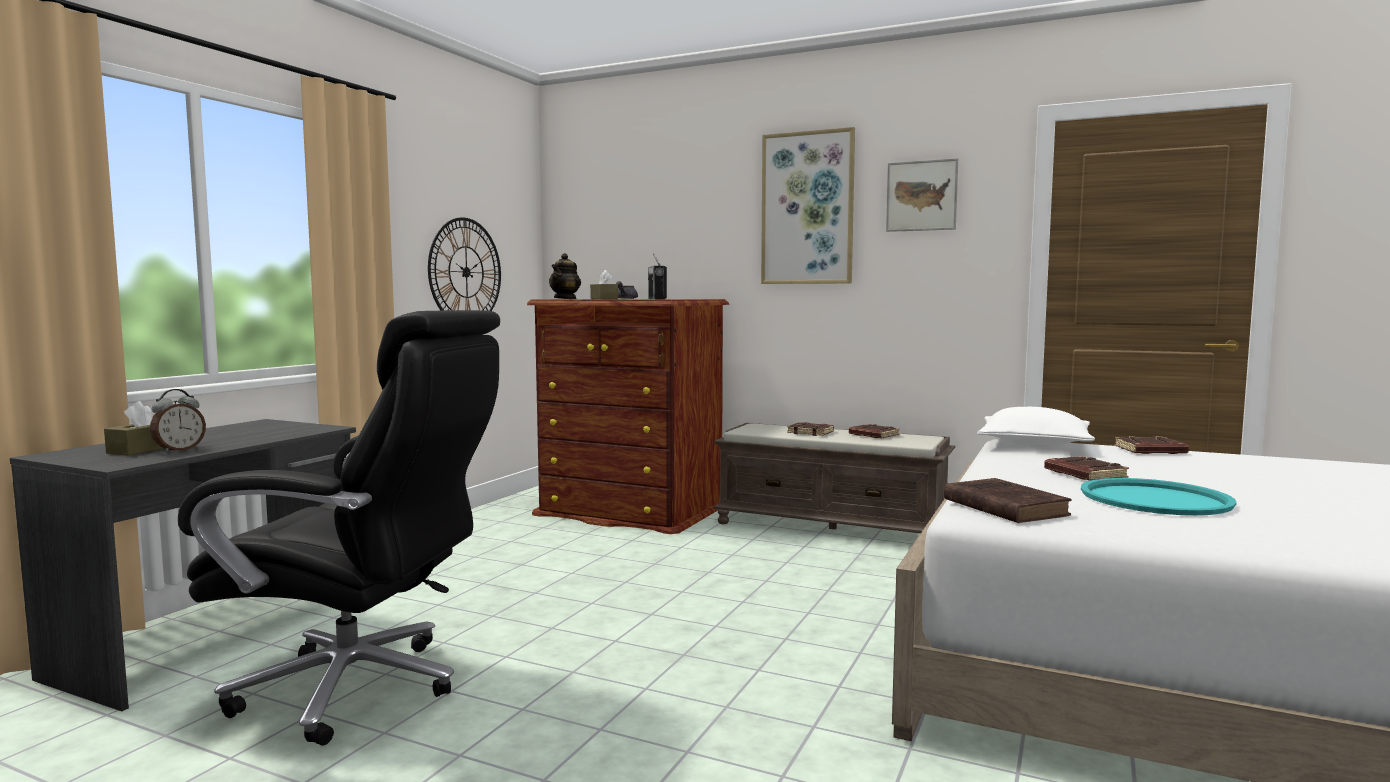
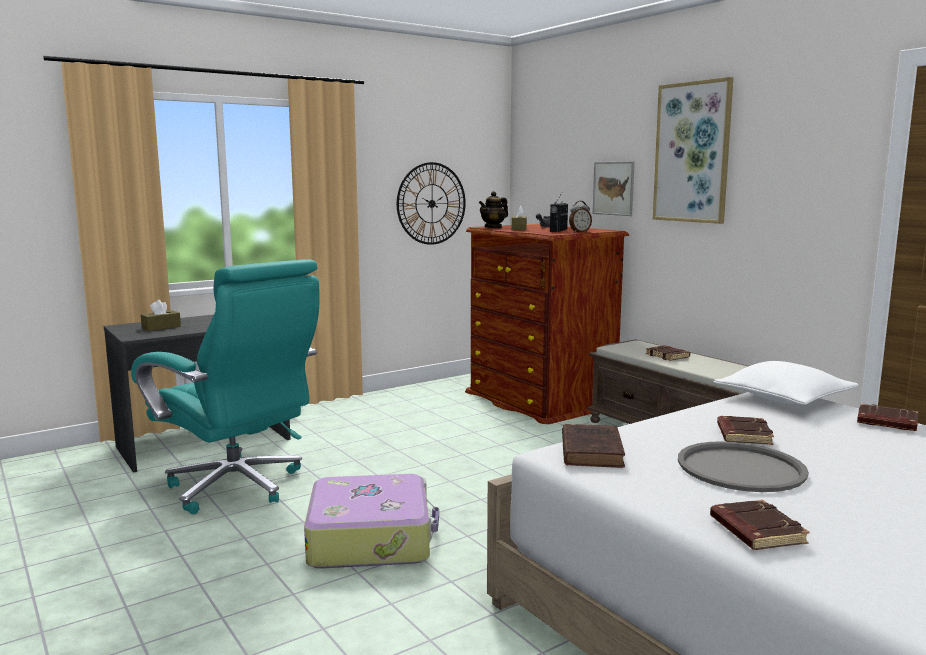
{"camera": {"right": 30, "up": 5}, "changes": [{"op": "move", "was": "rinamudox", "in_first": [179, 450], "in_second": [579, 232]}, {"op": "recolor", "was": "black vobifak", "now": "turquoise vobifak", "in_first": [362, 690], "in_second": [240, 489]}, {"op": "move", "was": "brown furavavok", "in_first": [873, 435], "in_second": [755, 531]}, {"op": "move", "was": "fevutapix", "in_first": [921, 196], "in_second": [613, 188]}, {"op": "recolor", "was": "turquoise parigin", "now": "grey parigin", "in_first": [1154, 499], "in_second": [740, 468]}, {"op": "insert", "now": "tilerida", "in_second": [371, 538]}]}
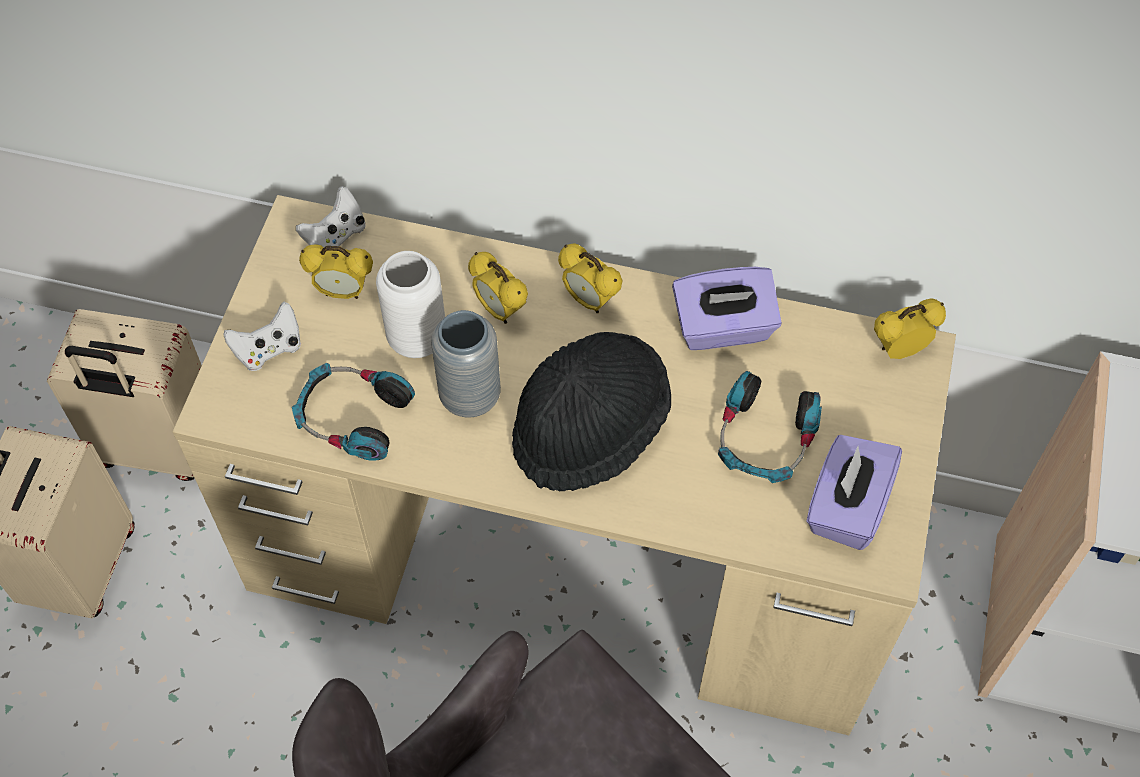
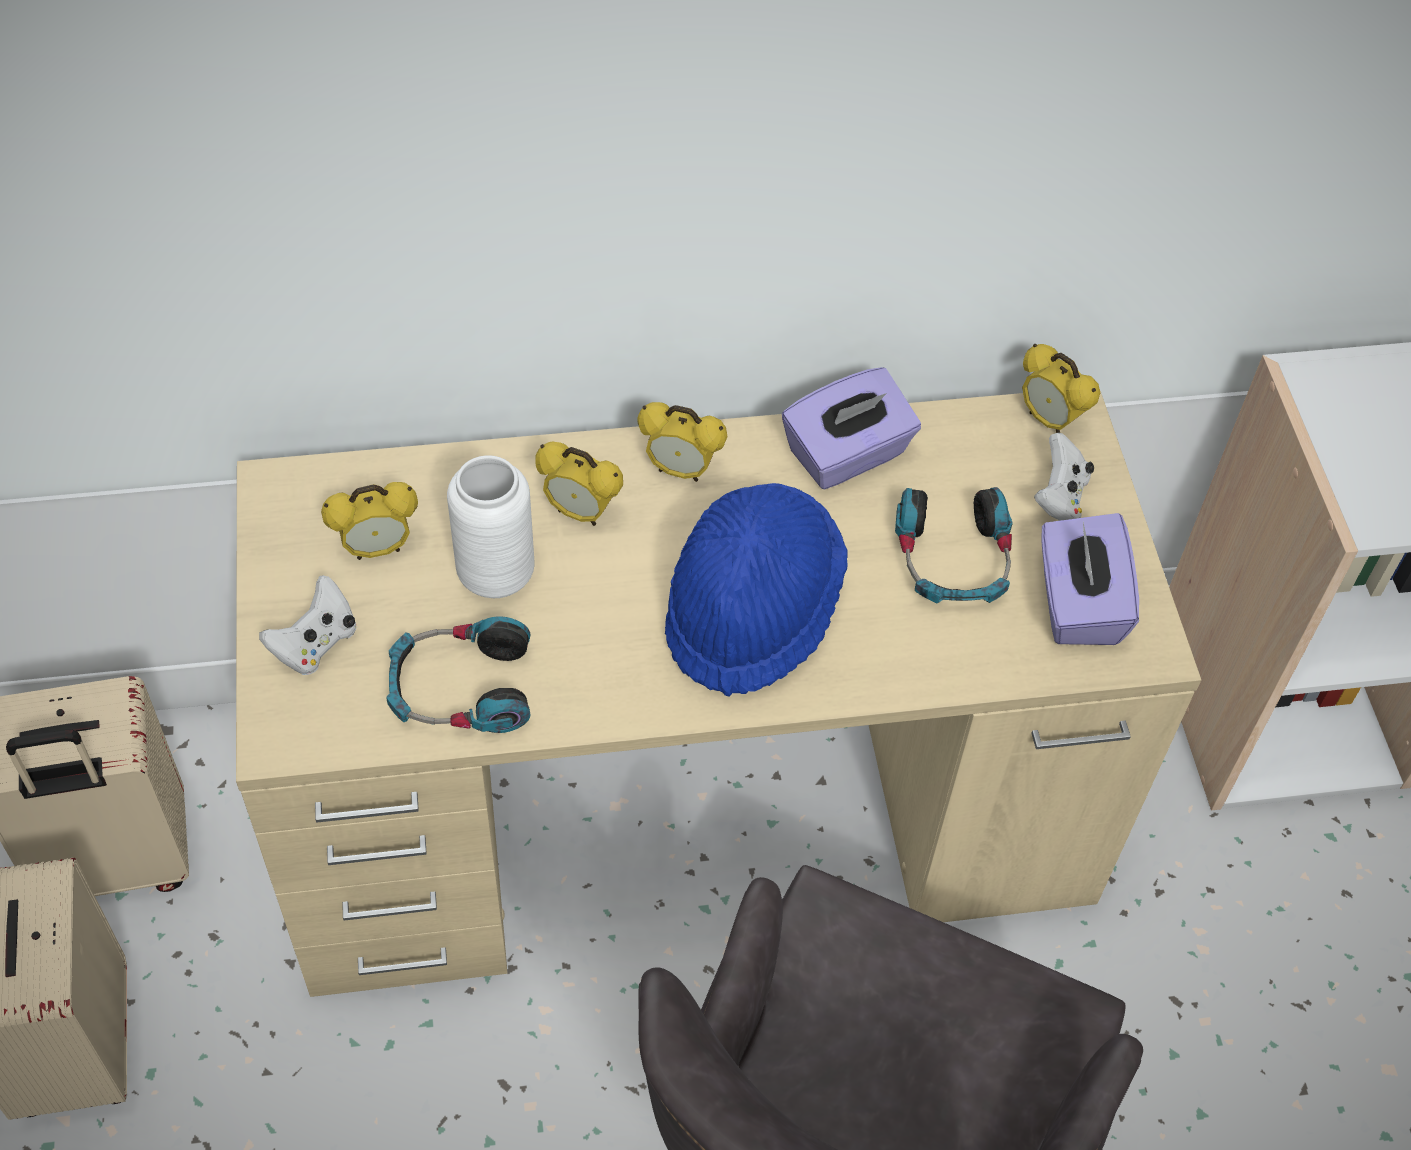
{"camera": {"right": -25, "up": -5}, "changes": [{"op": "move", "was": "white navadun", "in_first": [336, 236], "in_second": [1059, 498]}, {"op": "delete", "was": "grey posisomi", "in_first": [470, 397]}, {"op": "recolor", "was": "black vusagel", "now": "blue vusagel", "in_first": [589, 428], "in_second": [751, 611]}, {"op": "rotate", "was": "rinamudox", "in_first": [899, 350], "in_second": [1049, 420], "clockwise": -90}]}
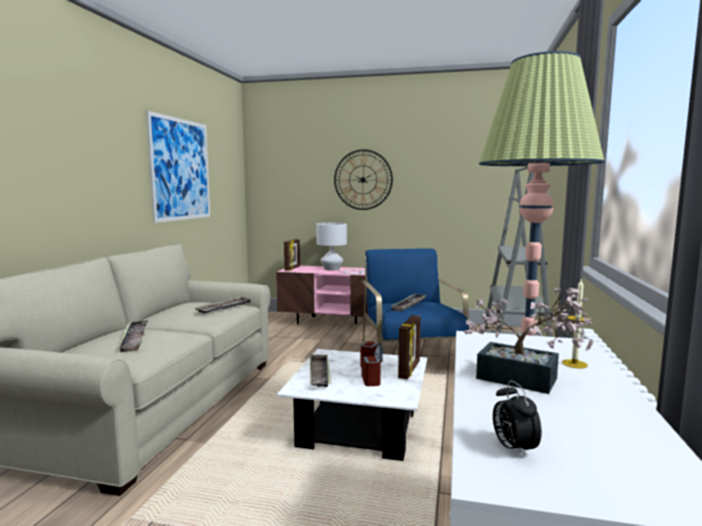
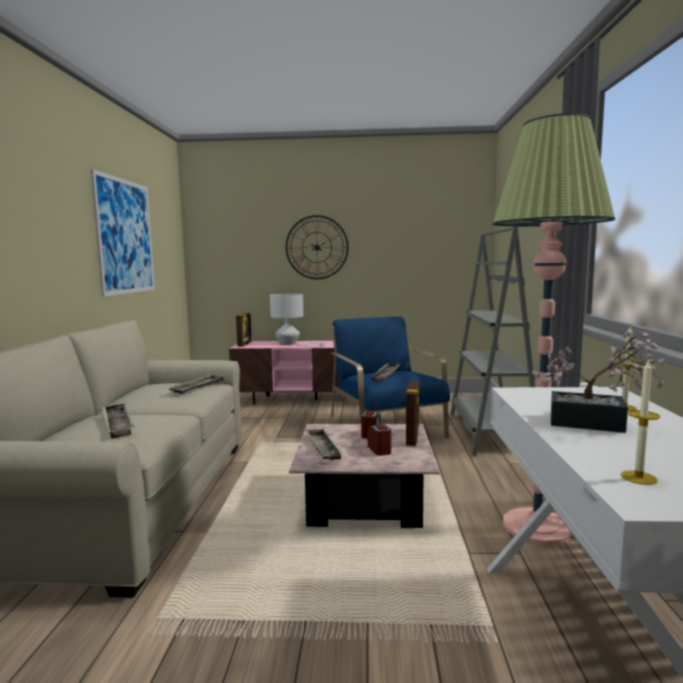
{"camera": {"right": -10, "up": 0}, "changes": [{"op": "recolor", "was": "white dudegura", "now": "pink dudegura", "in_first": [359, 427], "in_second": [364, 500]}, {"op": "replace", "was": "rinamudox", "now": "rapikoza", "in_first": [513, 448], "in_second": [638, 477]}]}
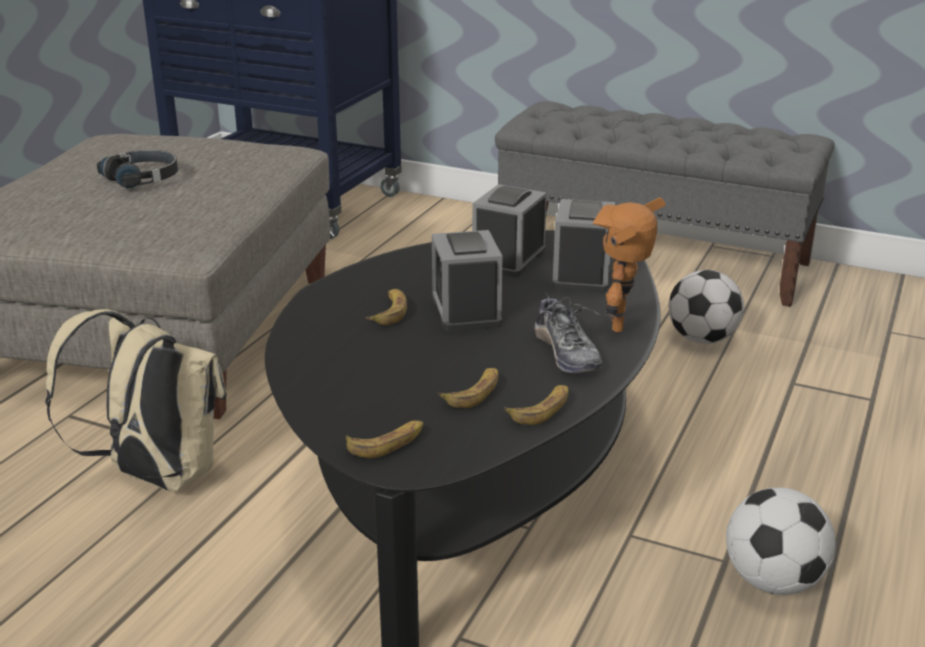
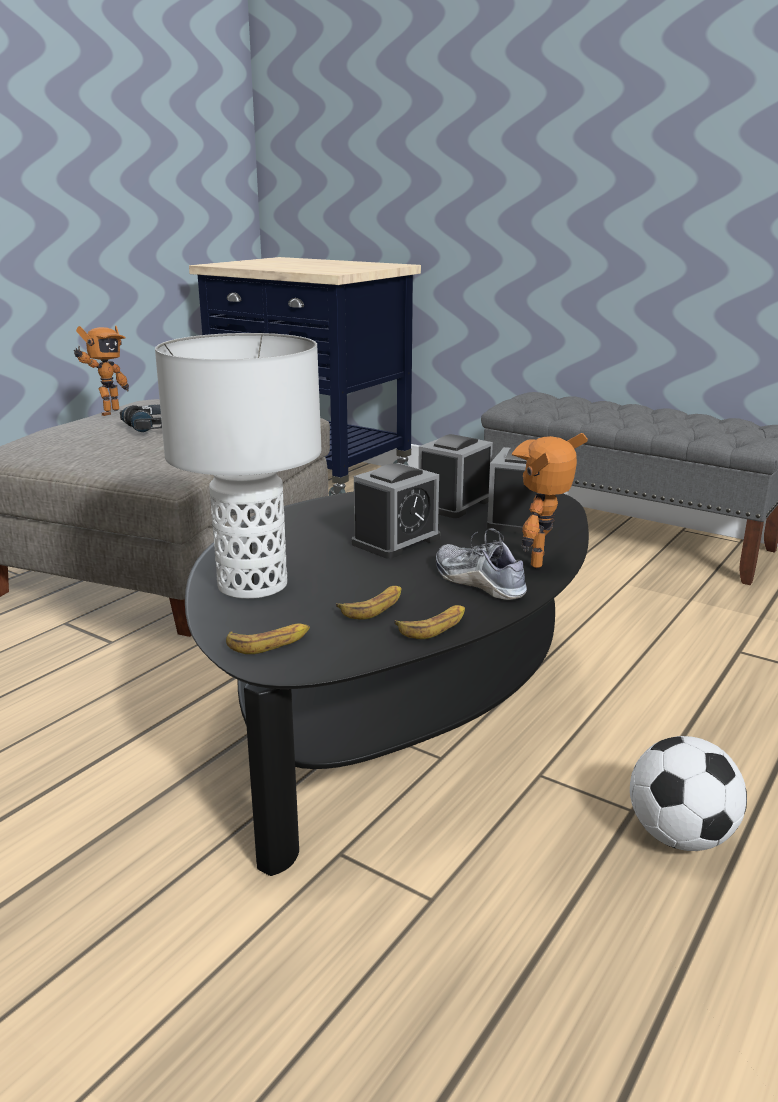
{"camera": {"right": 10, "up": -5}, "changes": [{"op": "delete", "was": "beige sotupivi", "in_first": [156, 476]}, {"op": "delete", "was": "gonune", "in_first": [389, 312]}, {"op": "rotate", "was": "rinamudox", "in_first": [466, 311], "in_second": [396, 541], "clockwise": -135}, {"op": "rotate", "was": "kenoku", "in_first": [566, 353], "in_second": [478, 582], "clockwise": 150}, {"op": "delete", "was": "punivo", "in_first": [702, 339]}, {"op": "insert", "now": "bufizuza", "in_second": [107, 412]}, {"op": "insert", "now": "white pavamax", "in_second": [251, 583]}]}
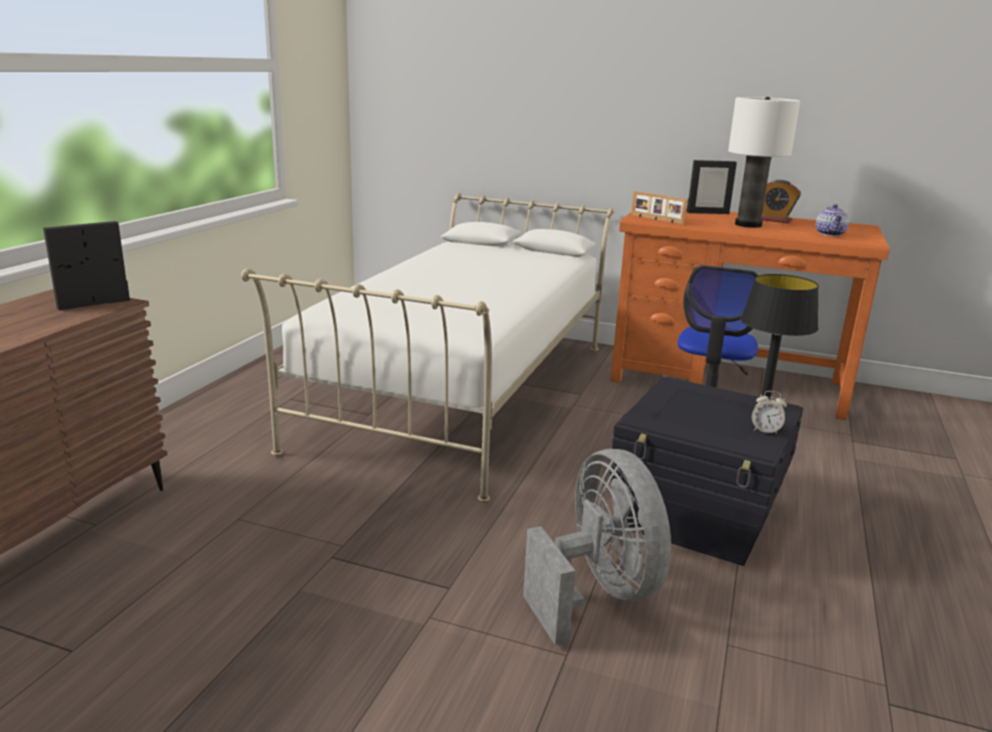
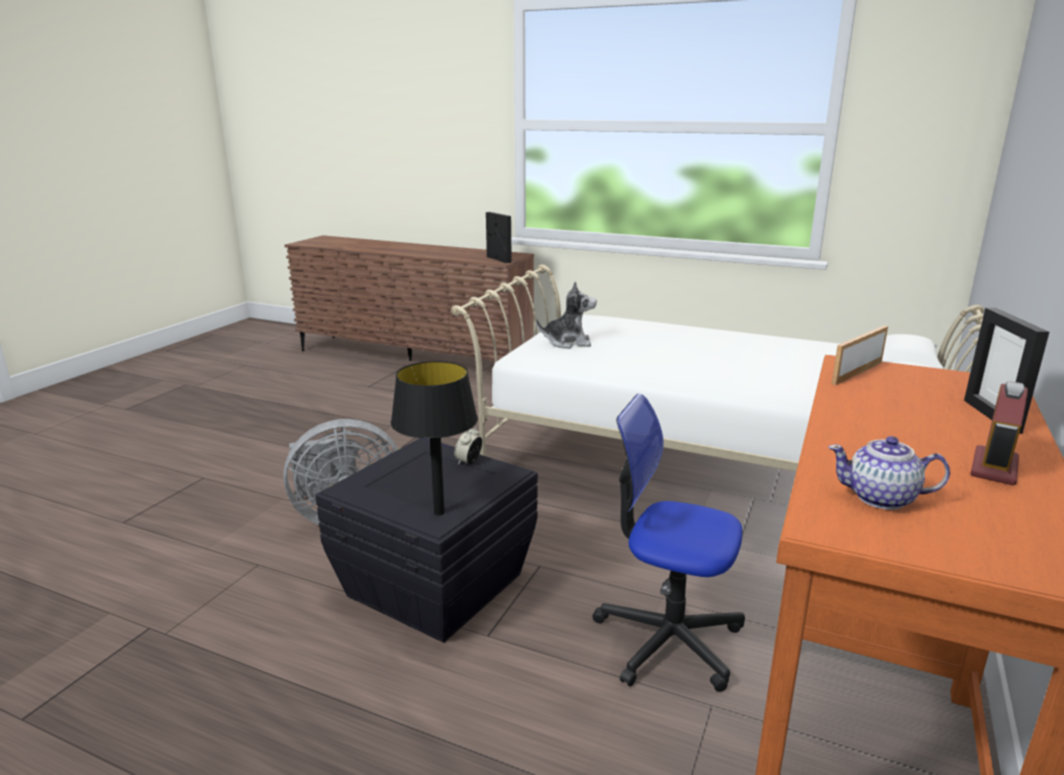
{"camera": {"right": 95, "up": 0}, "changes": [{"op": "delete", "was": "white pavamax", "in_first": [748, 224]}, {"op": "move", "was": "rinamudox", "in_first": [765, 430], "in_second": [468, 461]}, {"op": "insert", "now": "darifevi", "in_second": [568, 342]}]}
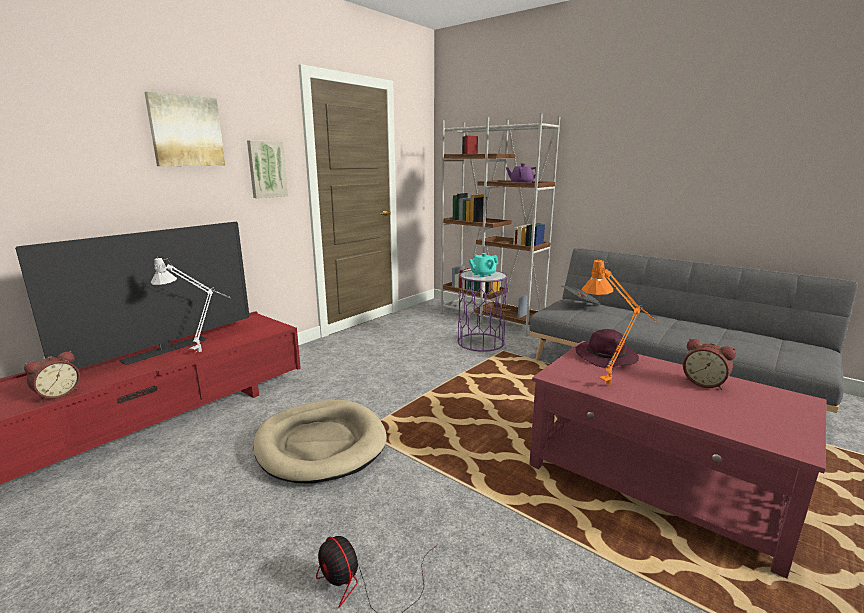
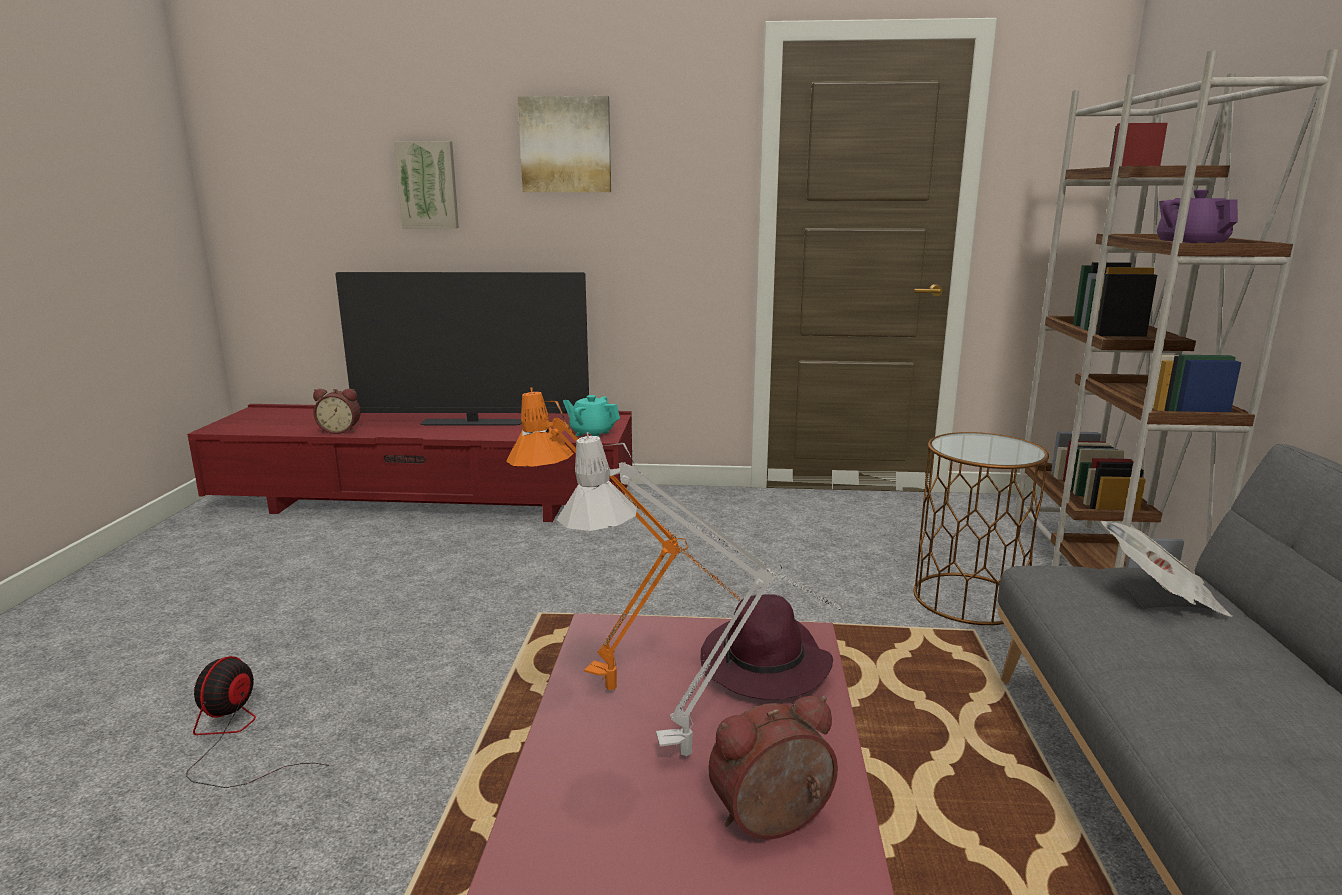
{"camera": {"right": 55, "up": 0}, "changes": [{"op": "move", "was": "grey pavamax", "in_first": [204, 351], "in_second": [703, 754]}, {"op": "move", "was": "fevutapix", "in_first": [266, 169], "in_second": [428, 185]}, {"op": "delete", "was": "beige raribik", "in_first": [321, 444]}, {"op": "recolor", "was": "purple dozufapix", "now": "brown dozufapix", "in_first": [481, 342], "in_second": [969, 599]}, {"op": "move", "was": "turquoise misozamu", "in_first": [482, 275], "in_second": [592, 433]}, {"op": "rotate", "was": "rinamudox", "in_first": [704, 383], "in_second": [774, 823], "clockwise": 60}]}
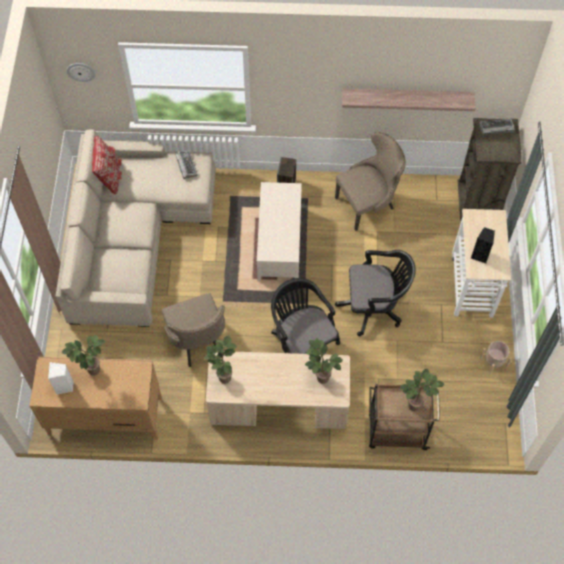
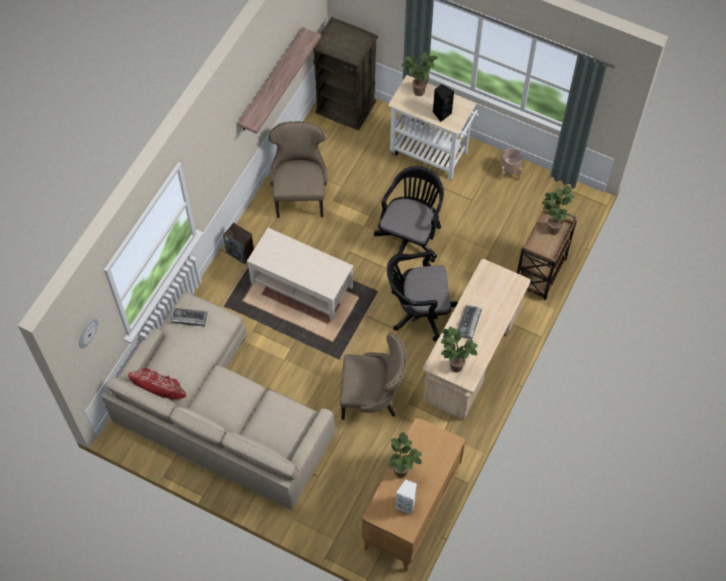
{"camera": {"right": -65, "up": 0}, "changes": [{"op": "move", "was": "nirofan", "in_first": [320, 378], "in_second": [418, 93]}, {"op": "move", "was": "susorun", "in_first": [496, 128], "in_second": [468, 323]}]}
